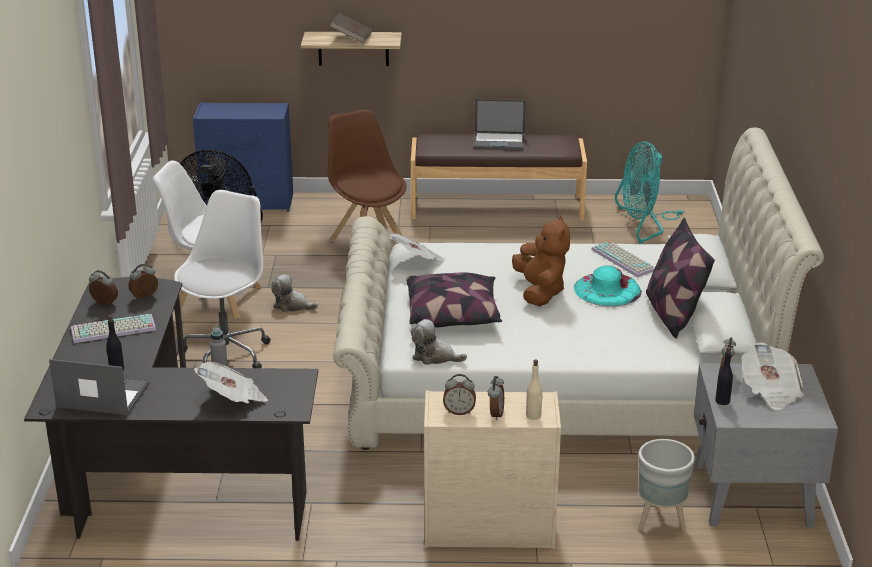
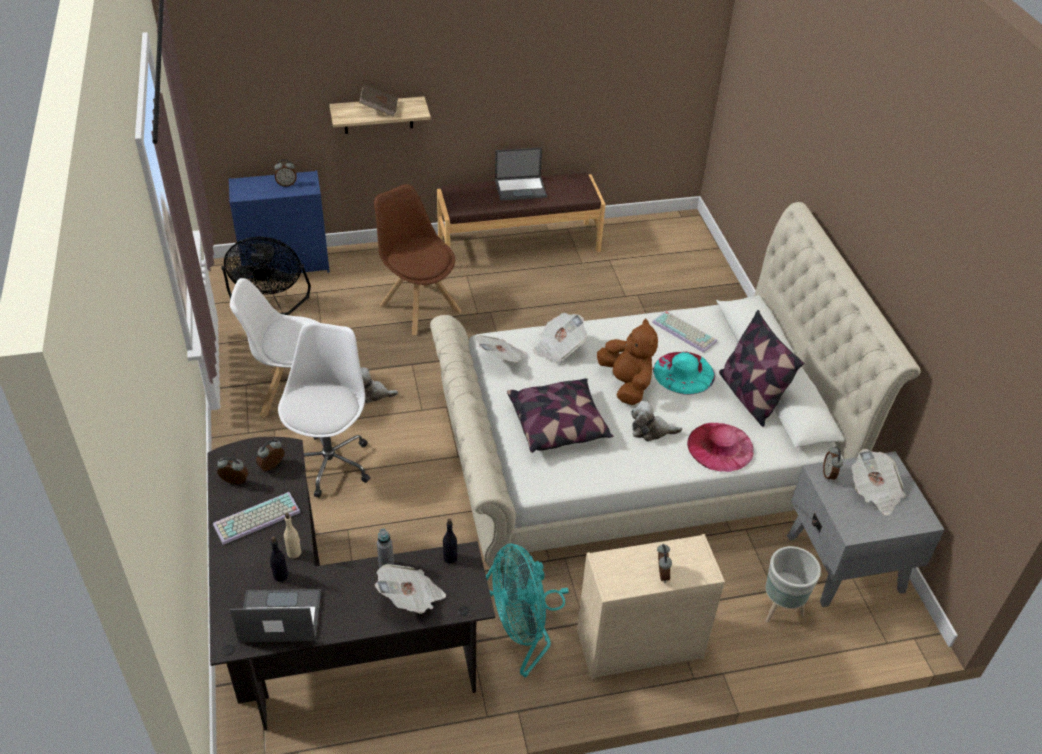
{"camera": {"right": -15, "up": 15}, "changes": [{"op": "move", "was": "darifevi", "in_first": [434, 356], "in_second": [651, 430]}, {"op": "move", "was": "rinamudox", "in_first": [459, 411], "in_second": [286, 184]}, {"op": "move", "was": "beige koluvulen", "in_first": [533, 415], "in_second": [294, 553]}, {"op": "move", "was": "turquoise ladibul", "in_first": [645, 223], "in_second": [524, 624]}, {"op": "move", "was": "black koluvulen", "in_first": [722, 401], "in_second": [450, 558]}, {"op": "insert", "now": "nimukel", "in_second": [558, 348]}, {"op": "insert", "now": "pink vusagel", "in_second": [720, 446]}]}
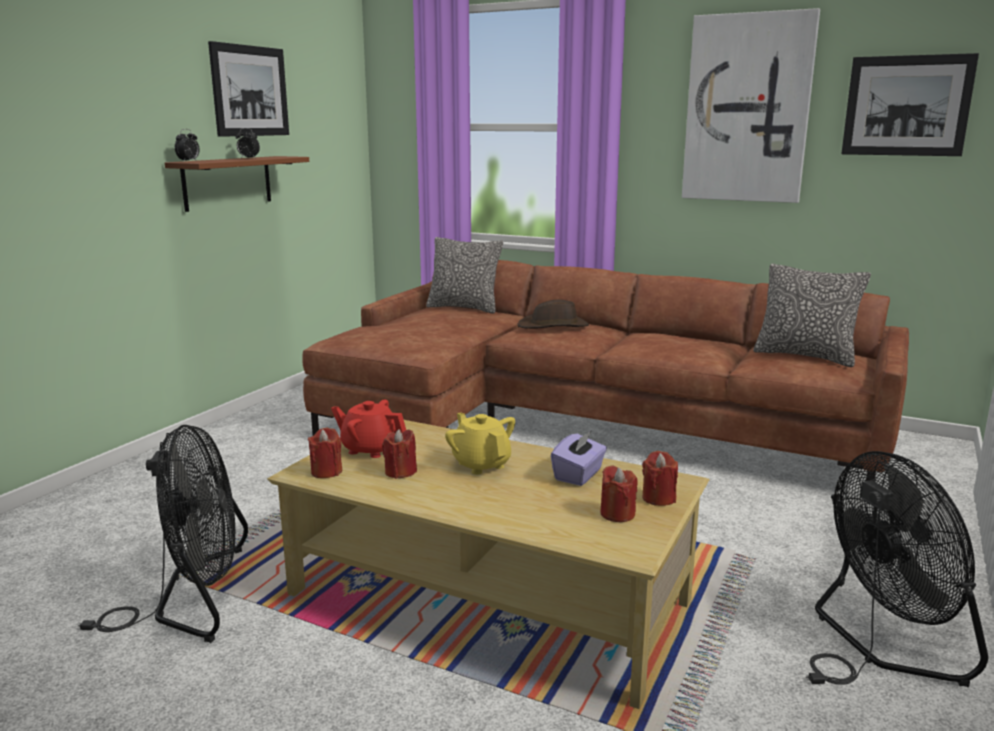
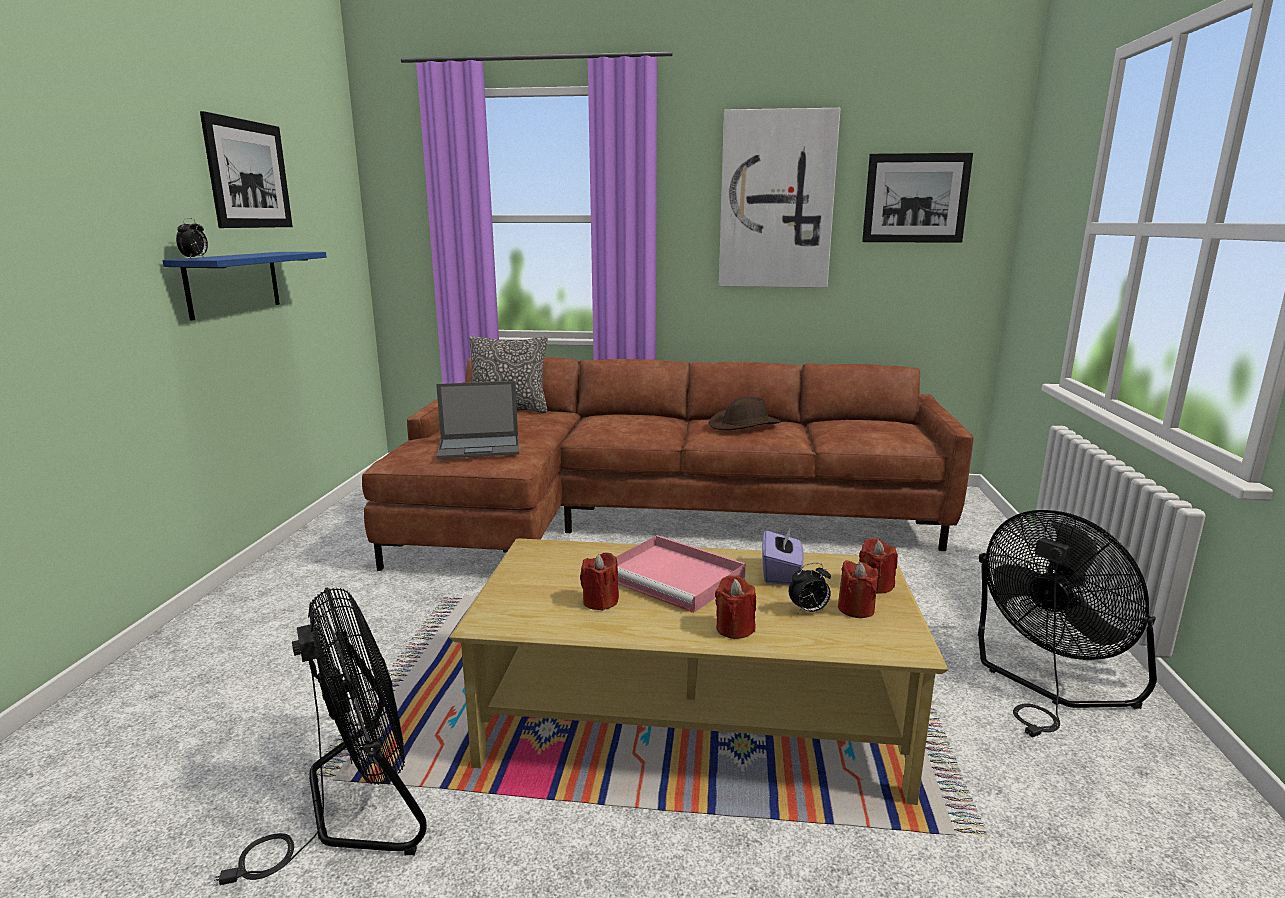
{"camera": {"right": -20, "up": 0}, "changes": [{"op": "recolor", "was": "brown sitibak", "now": "blue sitibak", "in_first": [227, 182], "in_second": [233, 283]}, {"op": "move", "was": "rinamudox", "in_first": [248, 158], "in_second": [808, 611]}, {"op": "move", "was": "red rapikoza", "in_first": [326, 472], "in_second": [734, 629]}, {"op": "delete", "was": "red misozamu", "in_first": [370, 449]}, {"op": "replace", "was": "yellow misozamu", "now": "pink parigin", "in_first": [481, 464], "in_second": [676, 578]}, {"op": "move", "was": "brown vusagel", "in_first": [553, 326], "in_second": [744, 425]}, {"op": "delete", "was": "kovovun", "in_first": [805, 356]}, {"op": "insert", "now": "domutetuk", "in_second": [480, 447]}]}
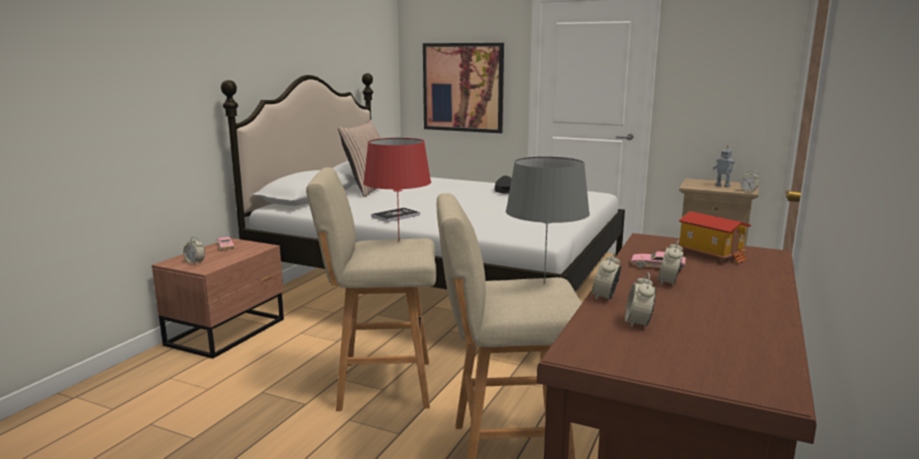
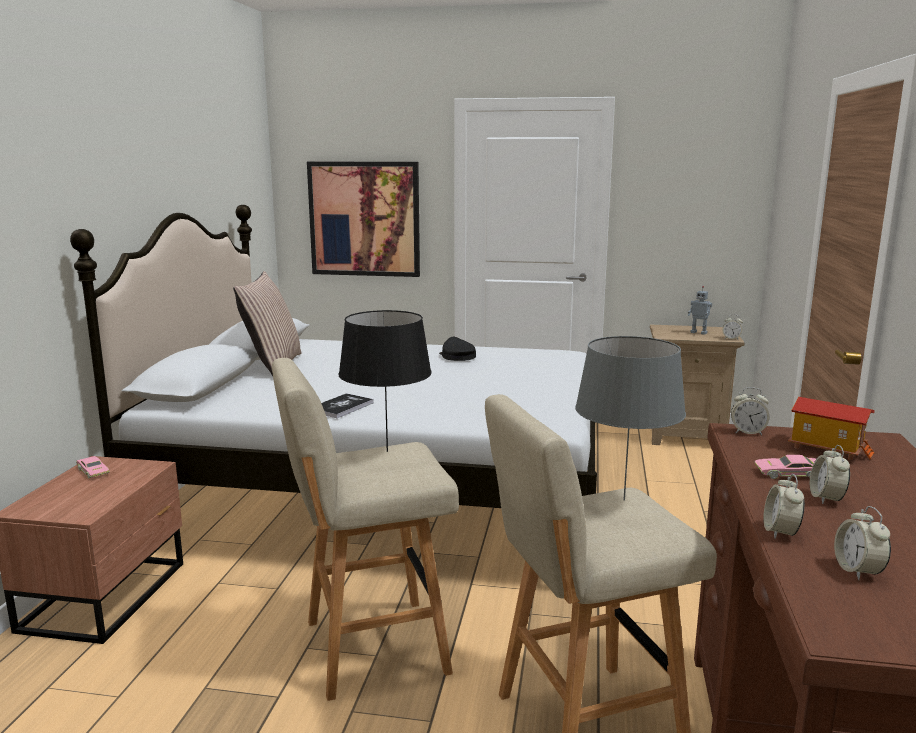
{"camera": {"right": -15, "up": 0}, "changes": [{"op": "move", "was": "rinamudox", "in_first": [195, 262], "in_second": [747, 432]}, {"op": "recolor", "was": "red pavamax", "now": "black pavamax", "in_first": [399, 241], "in_second": [387, 451]}]}
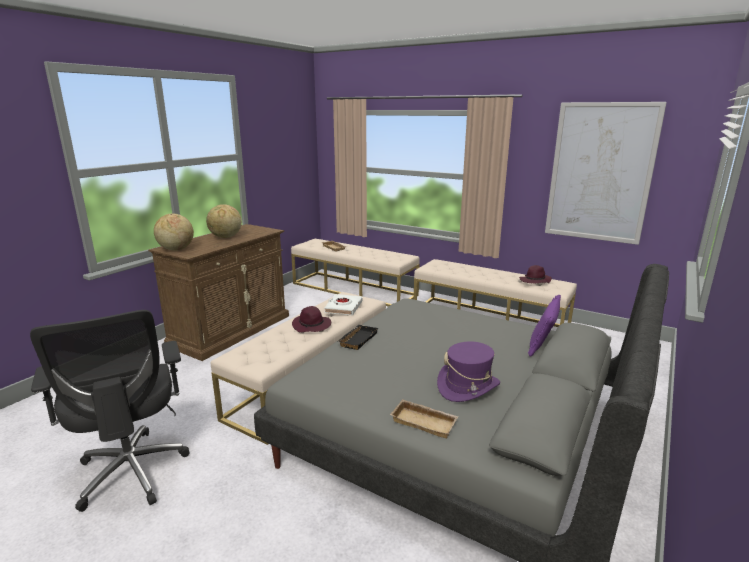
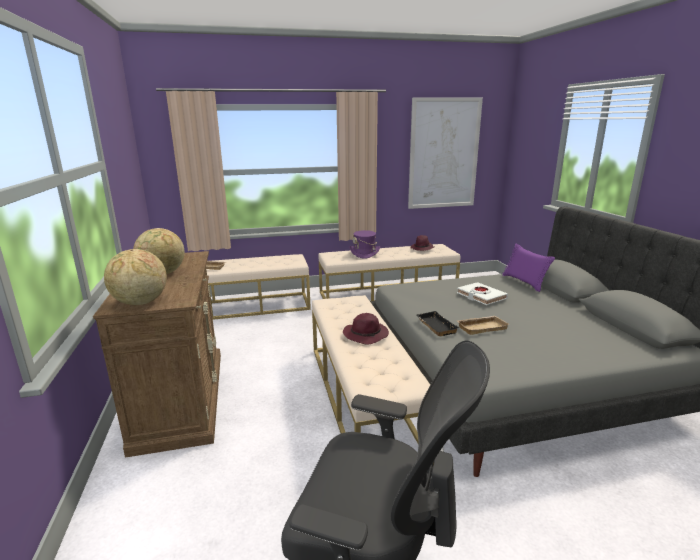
{"camera": {"right": -45, "up": 0}, "changes": [{"op": "move", "was": "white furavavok", "in_first": [343, 307], "in_second": [481, 296]}, {"op": "move", "was": "beige parigin", "in_first": [425, 422], "in_second": [481, 327]}, {"op": "move", "was": "purple vusagel", "in_first": [468, 387], "in_second": [364, 253]}]}
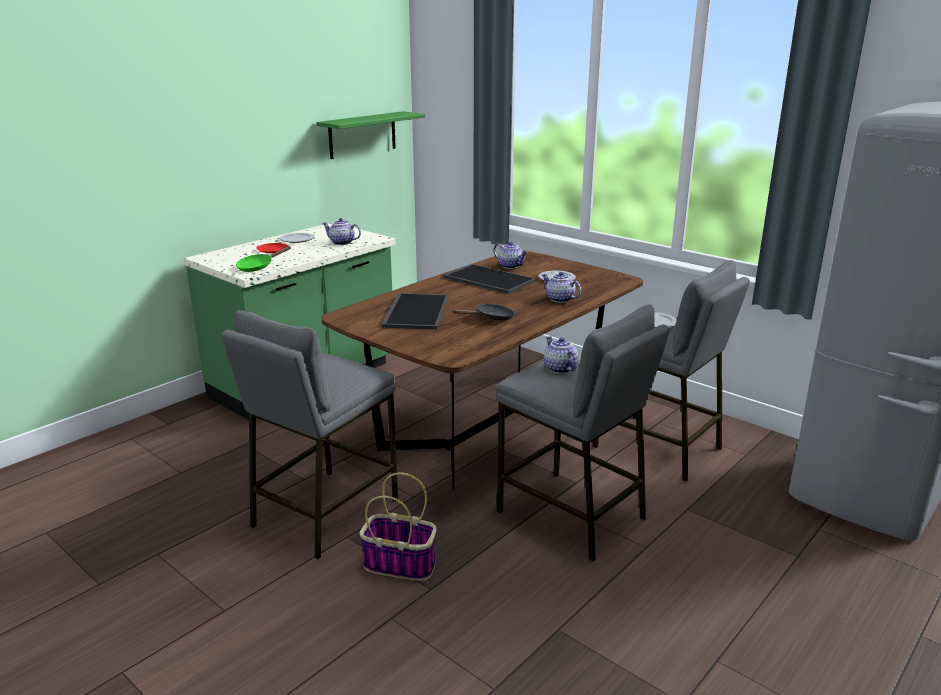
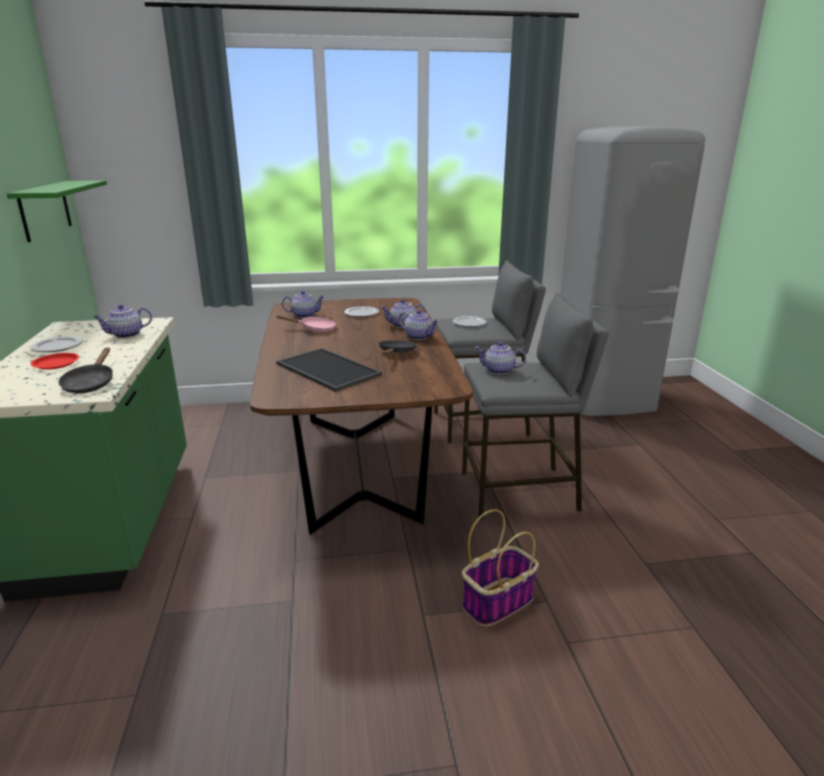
{"camera": {"right": -50, "up": 0}, "changes": [{"op": "delete", "was": "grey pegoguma", "in_first": [324, 512]}, {"op": "recolor", "was": "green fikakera", "now": "black fikakera", "in_first": [258, 267], "in_second": [90, 383]}, {"op": "replace", "was": "parigin", "now": "pink fikakera", "in_first": [487, 279], "in_second": [314, 329]}, {"op": "insert", "now": "misozamu", "in_second": [419, 337]}]}
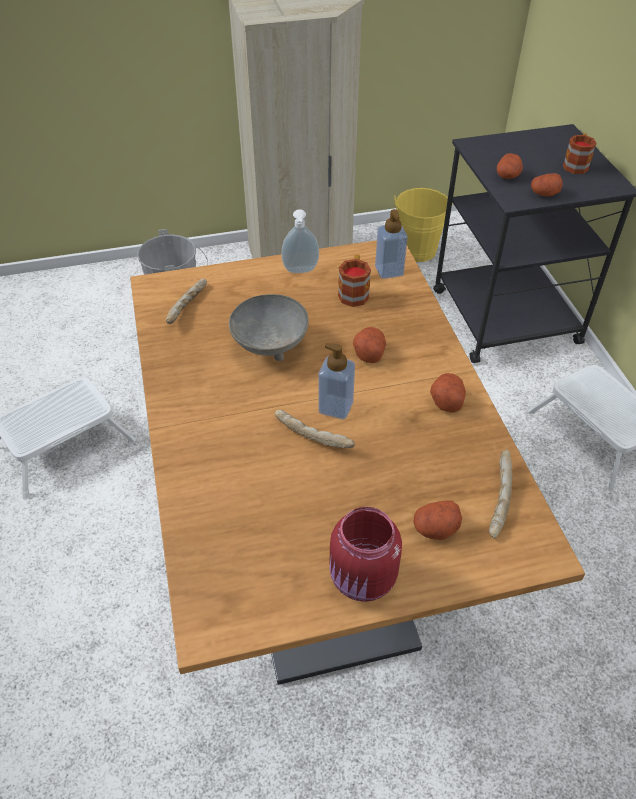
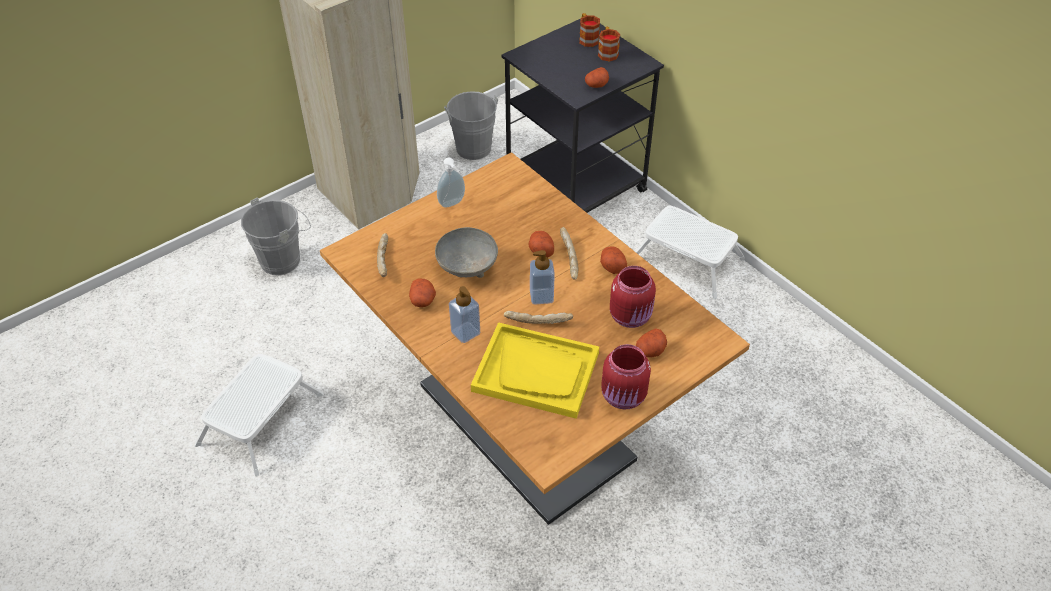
{"camera": {"right": -25, "up": 0}, "changes": [{"op": "move", "was": "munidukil", "in_first": [354, 292], "in_second": [587, 38]}, {"op": "move", "was": "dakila", "in_first": [389, 271], "in_second": [465, 332]}, {"op": "recolor", "was": "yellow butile", "now": "grey butile", "in_first": [417, 248], "in_second": [472, 146]}, {"op": "move", "was": "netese", "in_first": [497, 498], "in_second": [568, 258]}, {"op": "move", "was": "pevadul", "in_first": [507, 176], "in_second": [423, 300]}, {"op": "insert", "now": "yellow parigin", "in_second": [536, 372]}, {"op": "insert", "now": "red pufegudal", "in_second": [631, 316]}]}
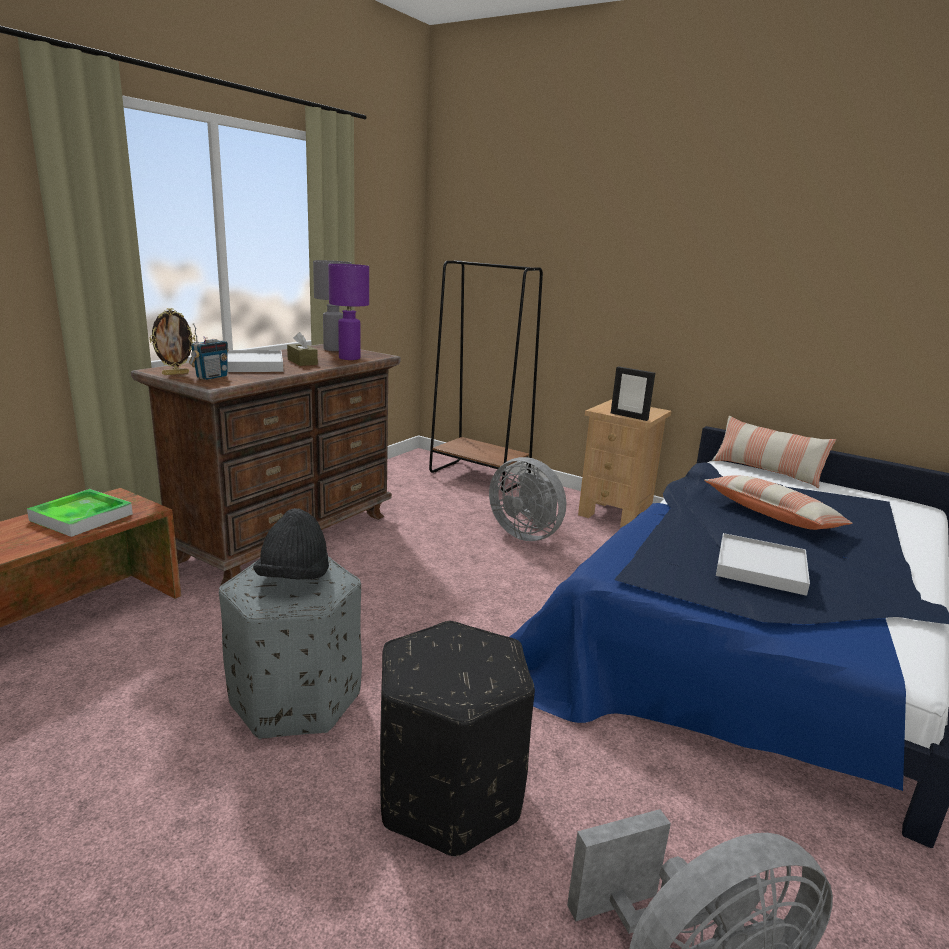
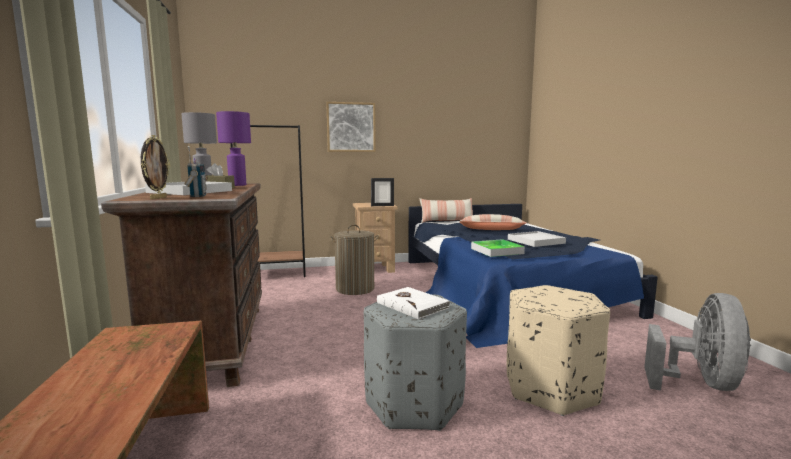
{"camera": {"right": -45, "up": -10}, "changes": [{"op": "move", "was": "parigin", "in_first": [81, 517], "in_second": [497, 251]}, {"op": "replace", "was": "black vusagel", "now": "white furavavok", "in_first": [294, 578], "in_second": [413, 305]}, {"op": "recolor", "was": "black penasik", "now": "beige penasik", "in_first": [448, 794], "in_second": [550, 389]}, {"op": "replace", "was": "grey ladibul", "now": "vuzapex", "in_first": [526, 534], "in_second": [355, 289]}, {"op": "insert", "now": "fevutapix", "in_second": [351, 127]}]}
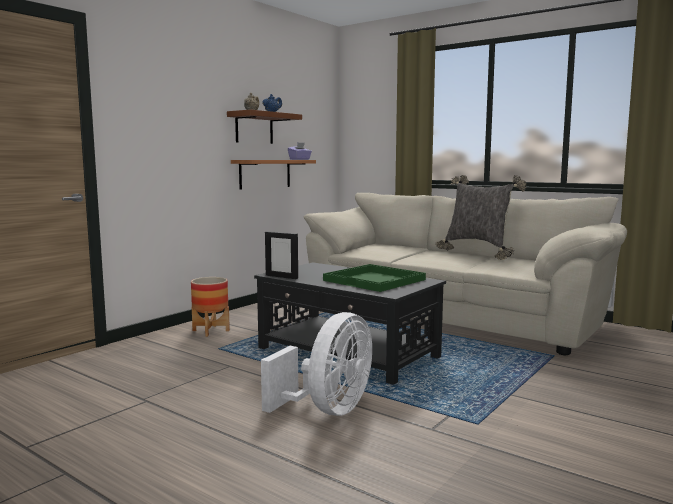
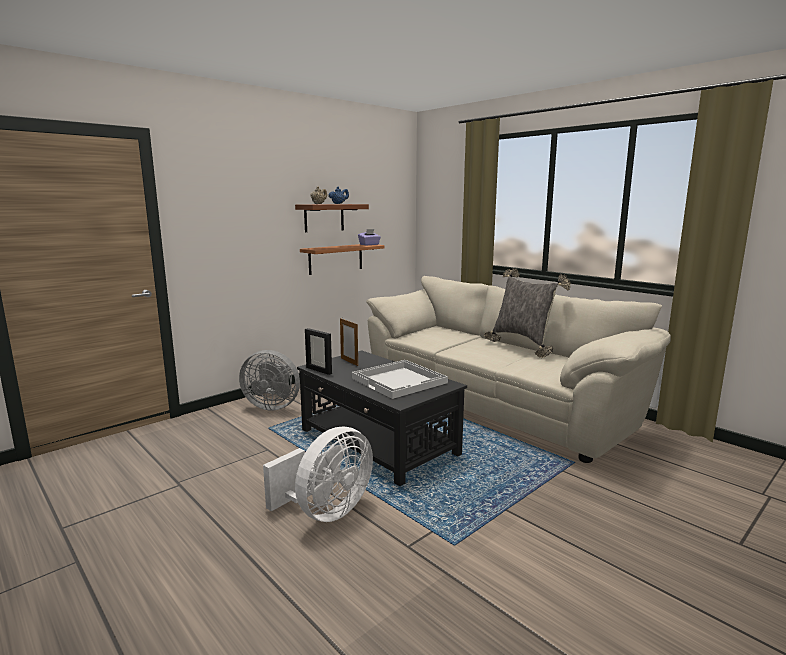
{"camera": {"right": 10, "up": 5}, "changes": [{"op": "replace", "was": "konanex", "now": "grey ladibul", "in_first": [211, 331], "in_second": [272, 406]}, {"op": "recolor", "was": "green parigin", "now": "white parigin", "in_first": [375, 280], "in_second": [400, 380]}, {"op": "insert", "now": "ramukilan", "in_second": [349, 362]}]}
